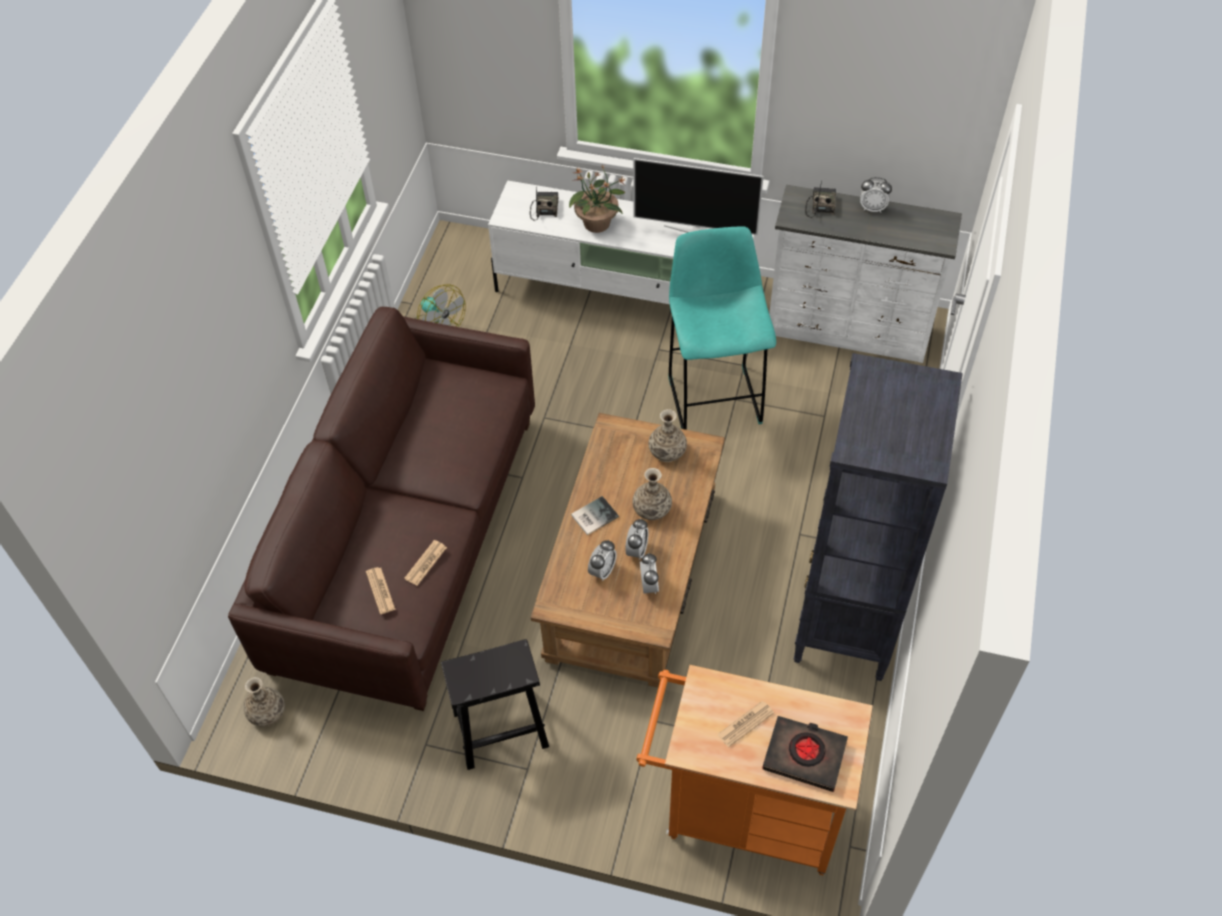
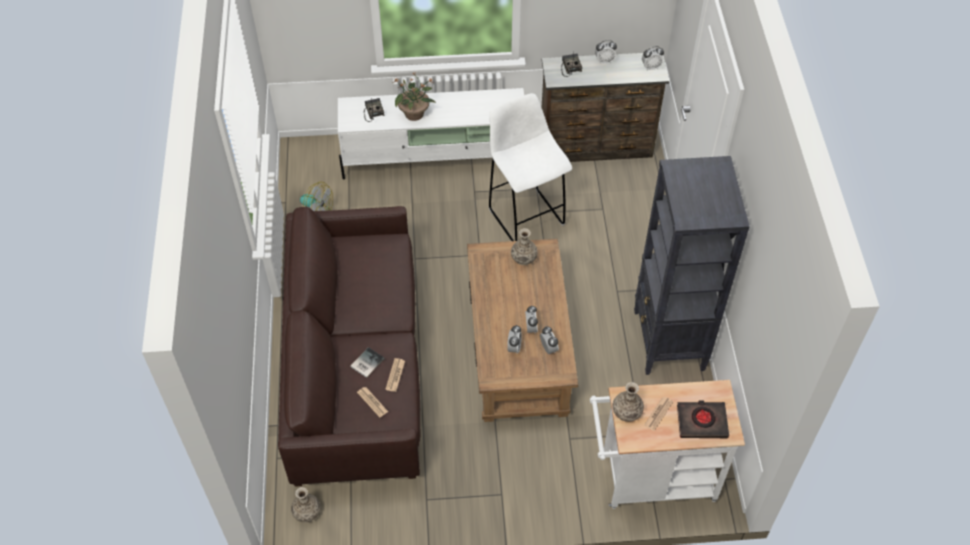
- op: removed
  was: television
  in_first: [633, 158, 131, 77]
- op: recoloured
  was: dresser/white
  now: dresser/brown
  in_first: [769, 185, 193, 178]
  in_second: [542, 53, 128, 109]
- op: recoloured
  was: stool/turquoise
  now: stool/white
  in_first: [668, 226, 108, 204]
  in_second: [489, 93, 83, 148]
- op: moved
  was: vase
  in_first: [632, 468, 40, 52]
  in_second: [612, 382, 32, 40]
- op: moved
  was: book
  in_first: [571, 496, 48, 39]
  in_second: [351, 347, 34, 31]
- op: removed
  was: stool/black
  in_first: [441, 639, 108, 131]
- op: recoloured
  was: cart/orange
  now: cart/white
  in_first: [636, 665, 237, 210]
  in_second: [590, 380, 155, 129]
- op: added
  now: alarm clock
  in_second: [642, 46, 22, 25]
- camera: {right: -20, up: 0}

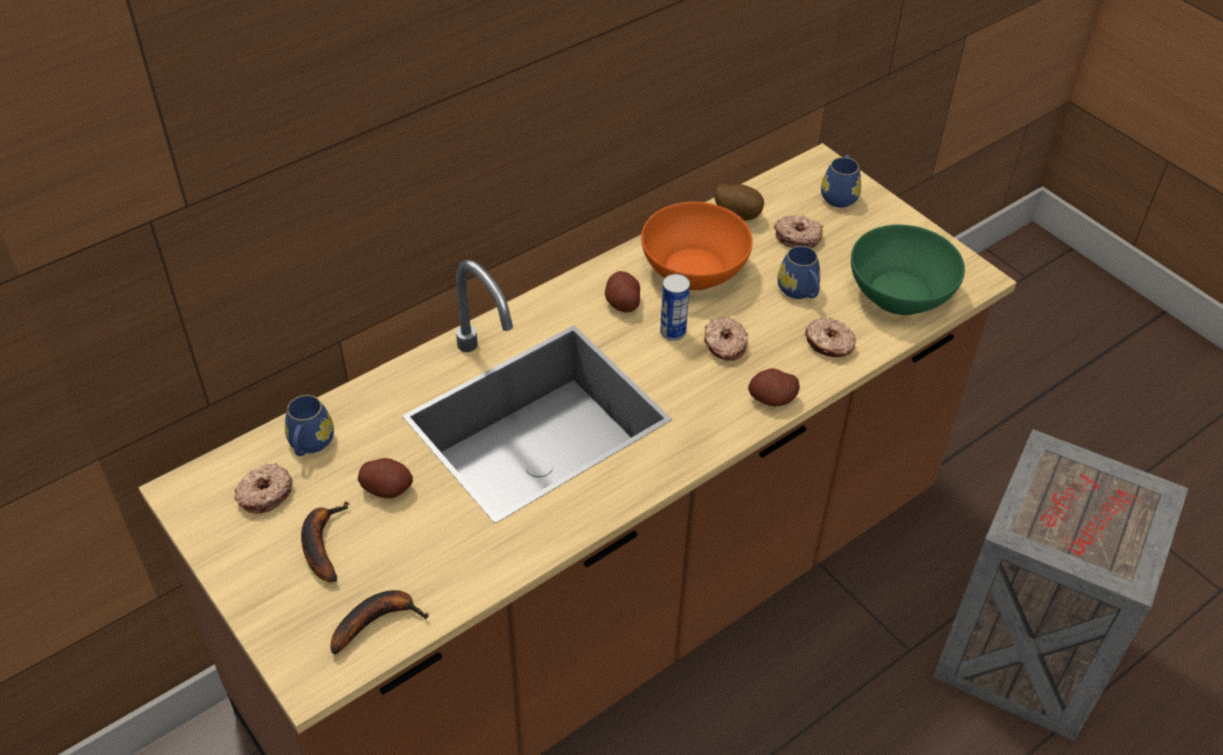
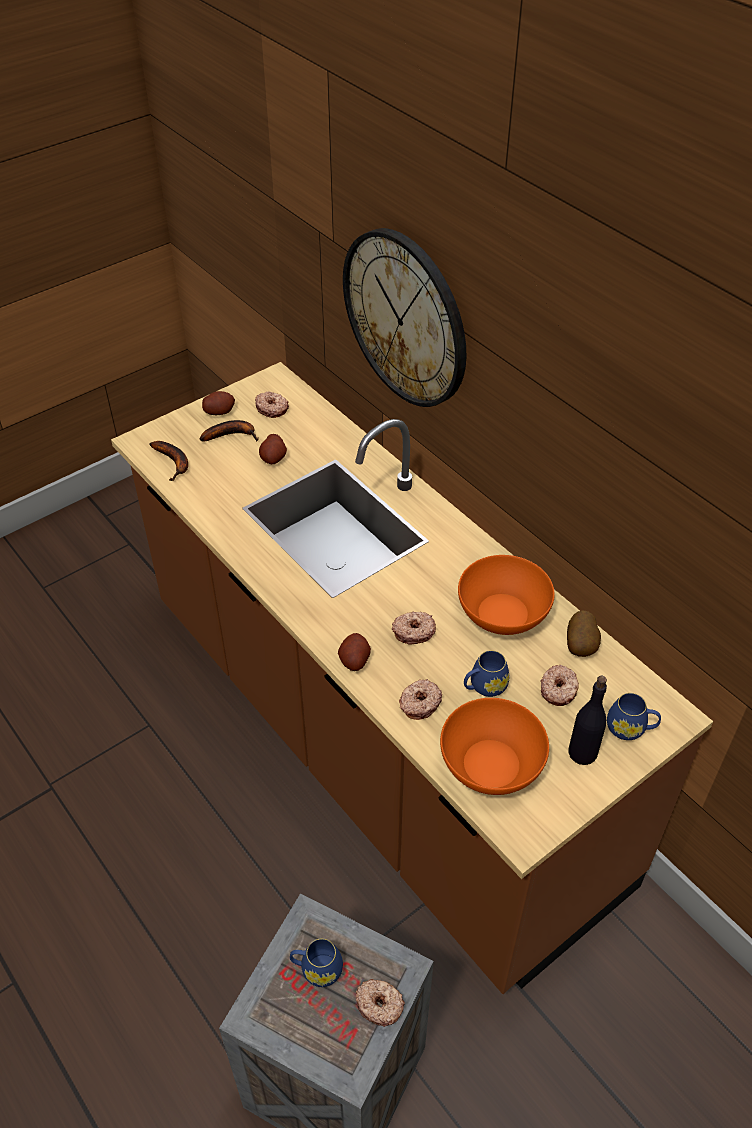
- op: recoloured
  was: bowl/green
  now: bowl/orange
  in_first: [851, 225, 114, 90]
  in_second: [440, 698, 109, 97]
- op: moved
  was: potato
  in_first: [605, 271, 35, 41]
  in_second: [202, 391, 33, 24]
- op: removed
  was: can
  in_first: [660, 274, 30, 67]
- op: moved
  was: mug/blue
  in_first: [285, 395, 49, 61]
  in_second: [290, 939, 53, 48]
- op: added
  now: wall clock
  in_second: [343, 228, 123, 179]
- op: added
  now: bottle/black
  in_second: [568, 676, 39, 89]
- op: added
  now: donut
  in_second: [356, 979, 49, 48]
- camera: {right: 90, up: 0}

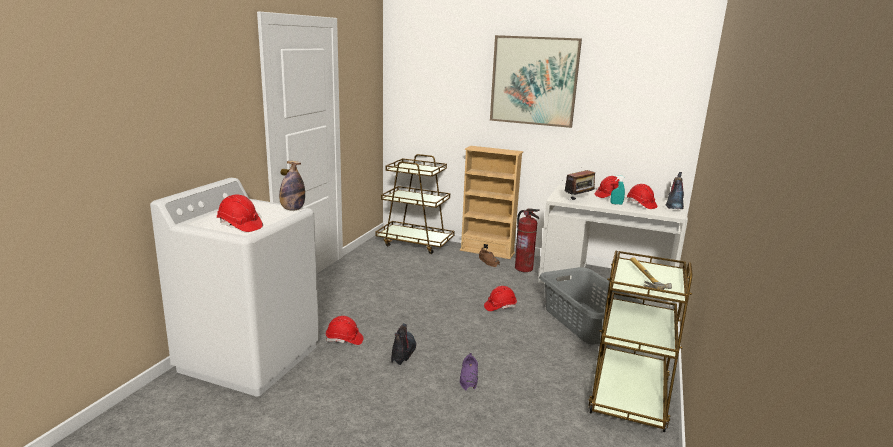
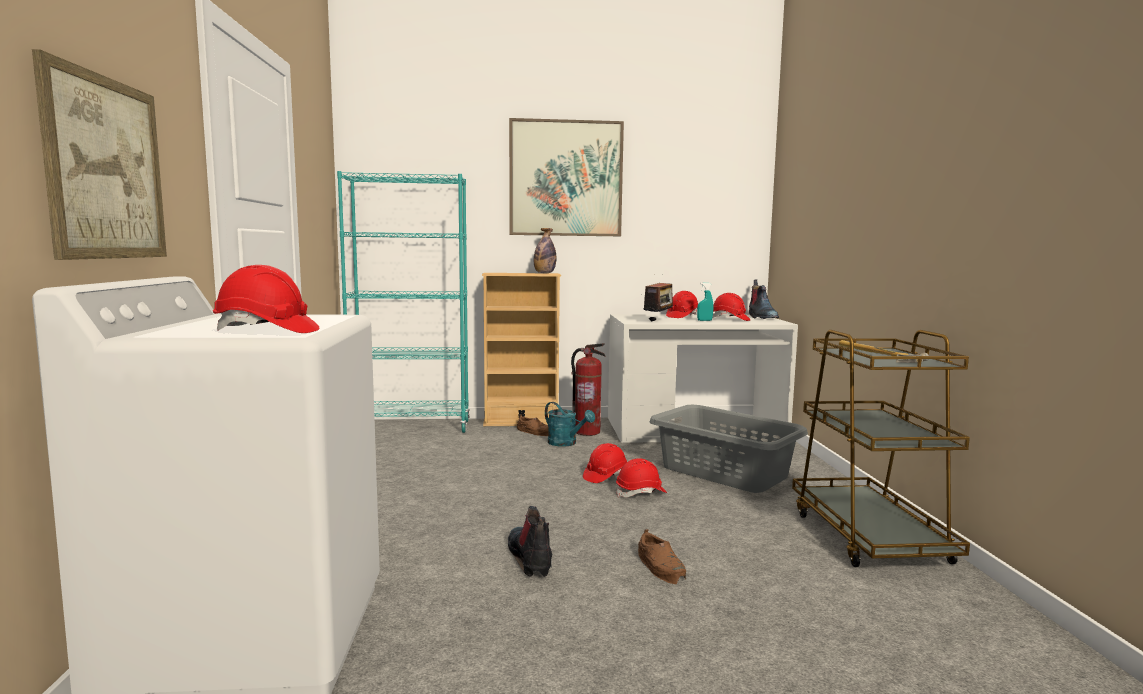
- op: replaced
  was: cart/brown
  now: bookcase/turquoise
  in_first: [375, 154, 80, 100]
  in_second: [337, 171, 133, 262]
- op: moved
  was: bottle
  in_first: [279, 161, 26, 49]
  in_second: [534, 228, 22, 45]
- op: moved
  was: hard hat/red
  in_first: [326, 316, 38, 29]
  in_second: [616, 458, 51, 39]
- op: recoloured
  was: shoe/purple
  now: shoe/brown
  in_first: [460, 353, 18, 37]
  in_second: [638, 529, 48, 55]
- op: added
  now: picture
  in_second: [32, 49, 135, 211]
- op: added
  now: watering can/turquoise
  in_second: [545, 402, 50, 45]
- camera: {right: -25, up: -10}

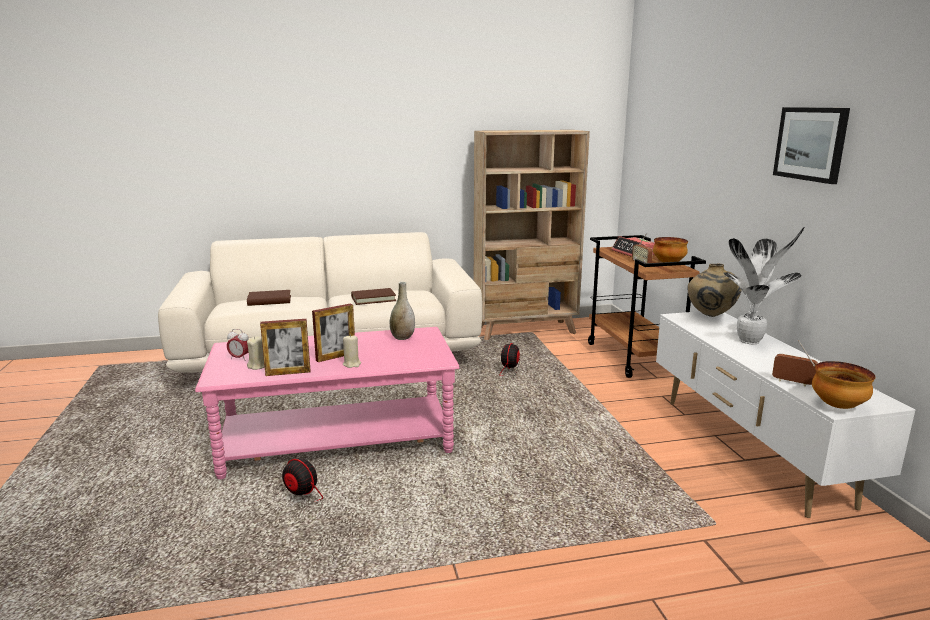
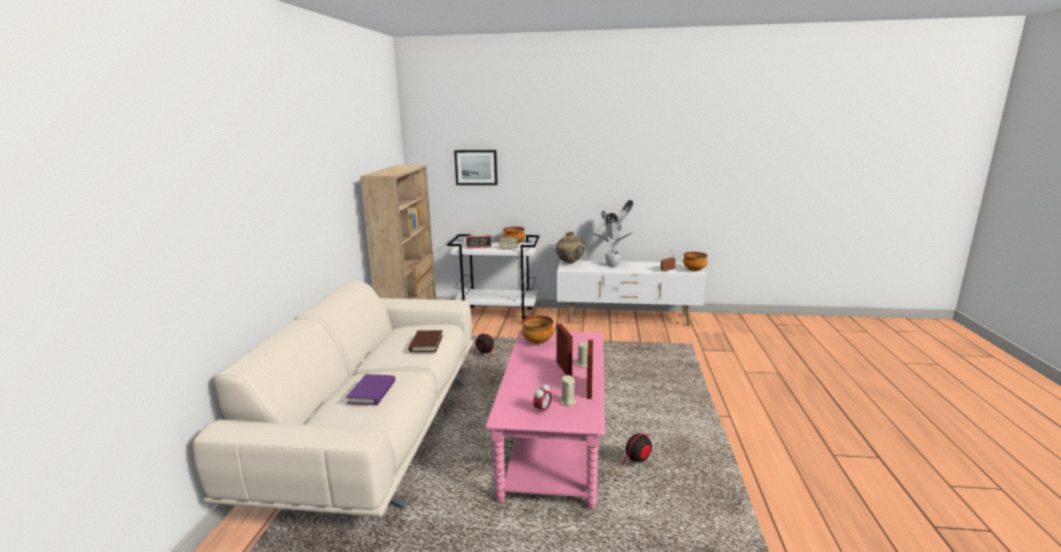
- op: moved
  was: picture
  in_first: [773, 107, 77, 77]
  in_second: [454, 150, 44, 35]
- op: recoloured
  was: cart/brown
  now: cart/white
  in_first: [588, 235, 118, 143]
  in_second: [447, 234, 93, 86]
- op: replaced
  was: vase/grey
  now: bowl
  in_first: [390, 282, 25, 58]
  in_second: [522, 316, 32, 28]
- op: recoloured
  was: book/brown
  now: book/purple
  in_first: [247, 290, 44, 16]
  in_second: [346, 374, 49, 31]
- camera: {right: -70, up: 0}

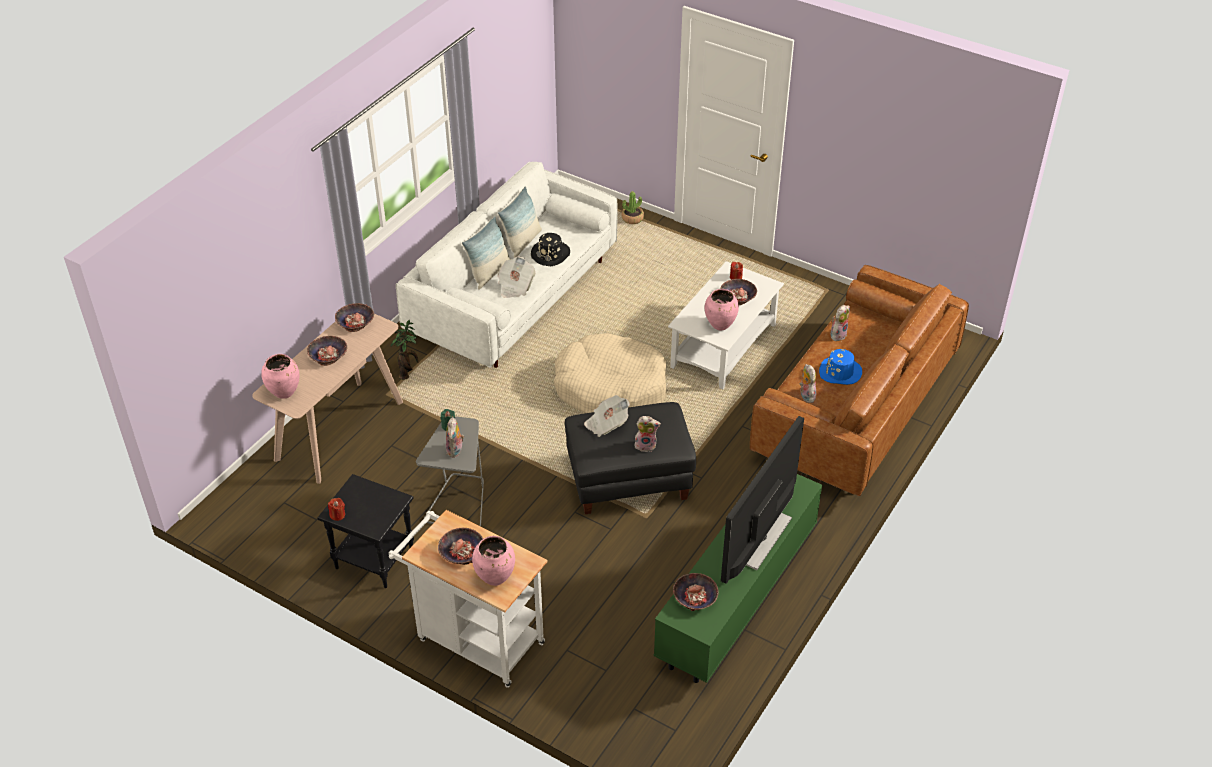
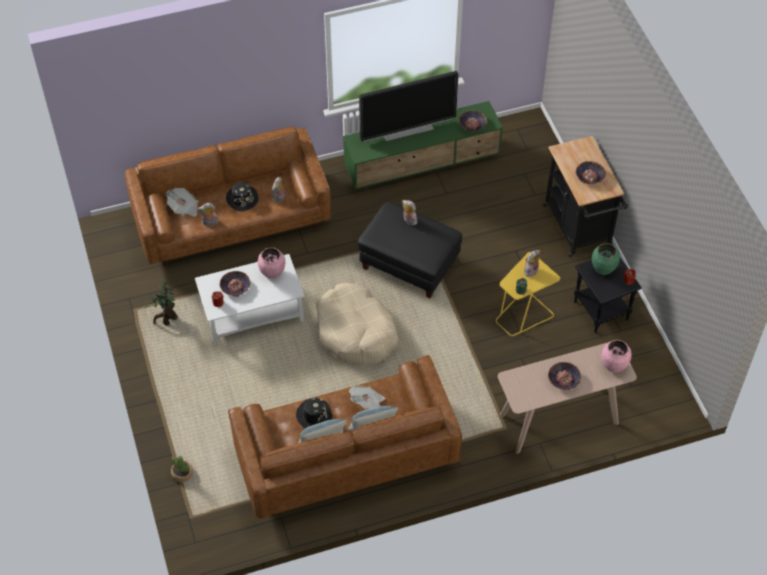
- op: recoloured
  was: sofa/white
  now: sofa/brown
  in_first: [396, 162, 222, 206]
  in_second: [228, 355, 234, 165]
- op: removed
  was: bowl
  in_first: [335, 303, 39, 29]
- op: moved
  was: potted plant
  in_first: [390, 320, 29, 60]
  in_second: [145, 280, 33, 46]
- op: recoloured
  was: hat/blue
  now: hat/black
  in_first: [819, 349, 43, 36]
  in_second: [226, 182, 33, 29]
- op: moved
  was: newspaper
  in_first: [584, 395, 46, 42]
  in_second: [166, 188, 32, 29]
- op: recoloured
  was: side table/grey
  now: side table/yellow
  in_first: [416, 416, 68, 111]
  in_second: [496, 252, 64, 84]
- op: recoloured
  was: cart/white
  now: cart/black
  in_first: [389, 510, 159, 178]
  in_second: [543, 136, 85, 121]
- op: removed
  was: vase/pink
  in_first: [472, 536, 43, 50]
- op: added
  now: vase/green
  in_second: [592, 243, 28, 32]
- camera: {right: -140, up: 10}

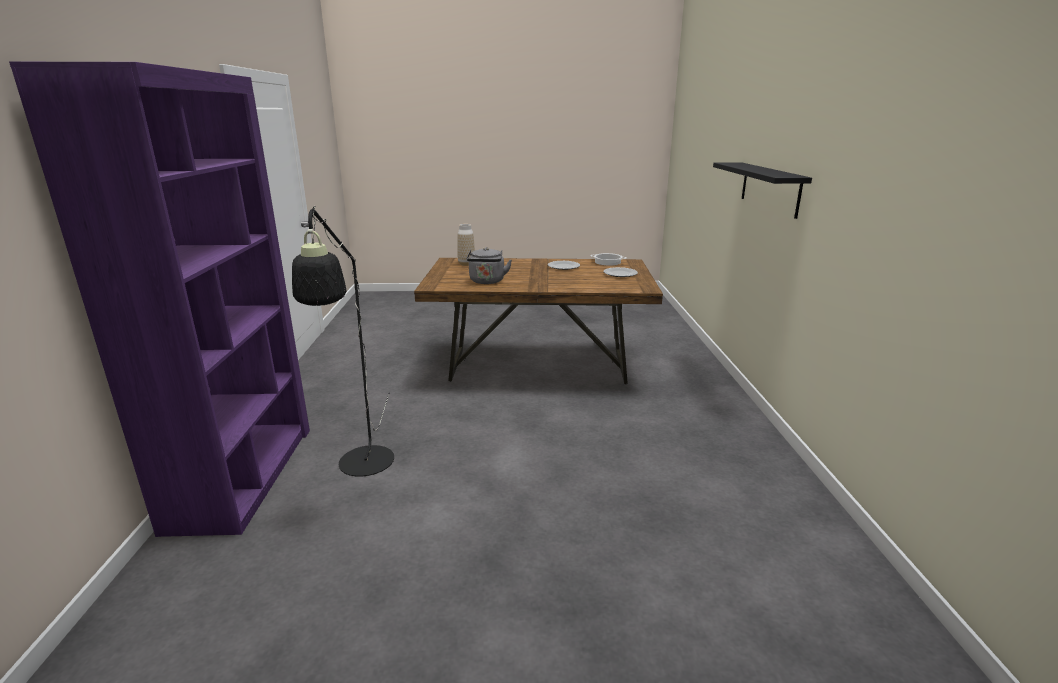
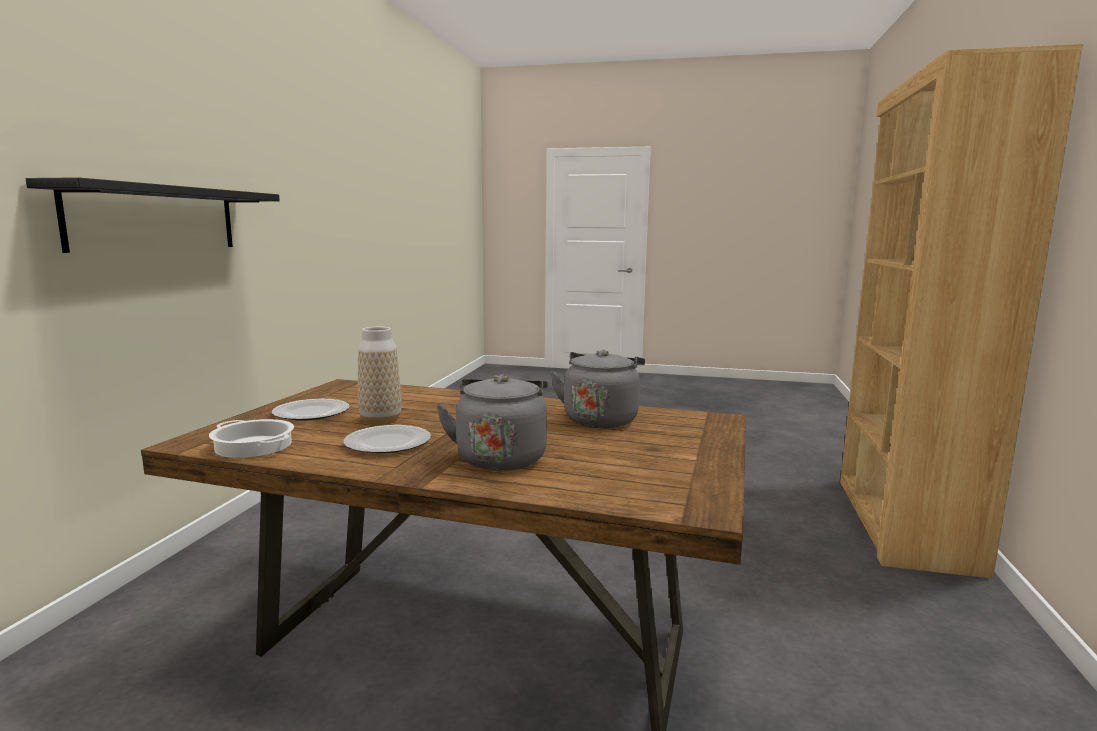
- op: recoloured
  was: bookcase/purple
  now: bookcase/brown
  in_first: [9, 62, 301, 475]
  in_second: [840, 44, 243, 535]
- op: removed
  was: floor lamp/black
  in_first: [292, 206, 102, 271]
- op: moved
  was: vase
  in_first: [457, 224, 18, 42]
  in_second: [358, 327, 44, 98]
- op: added
  now: kettle/grey
  in_second: [436, 374, 112, 97]
- camera: {right: -165, up: -10}

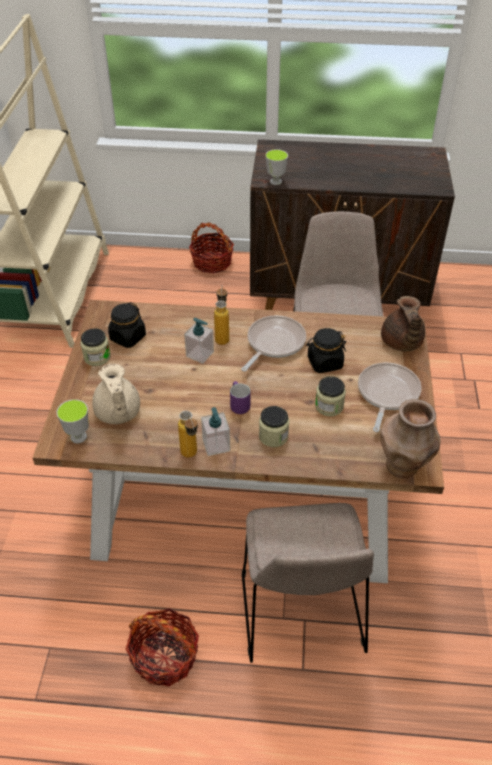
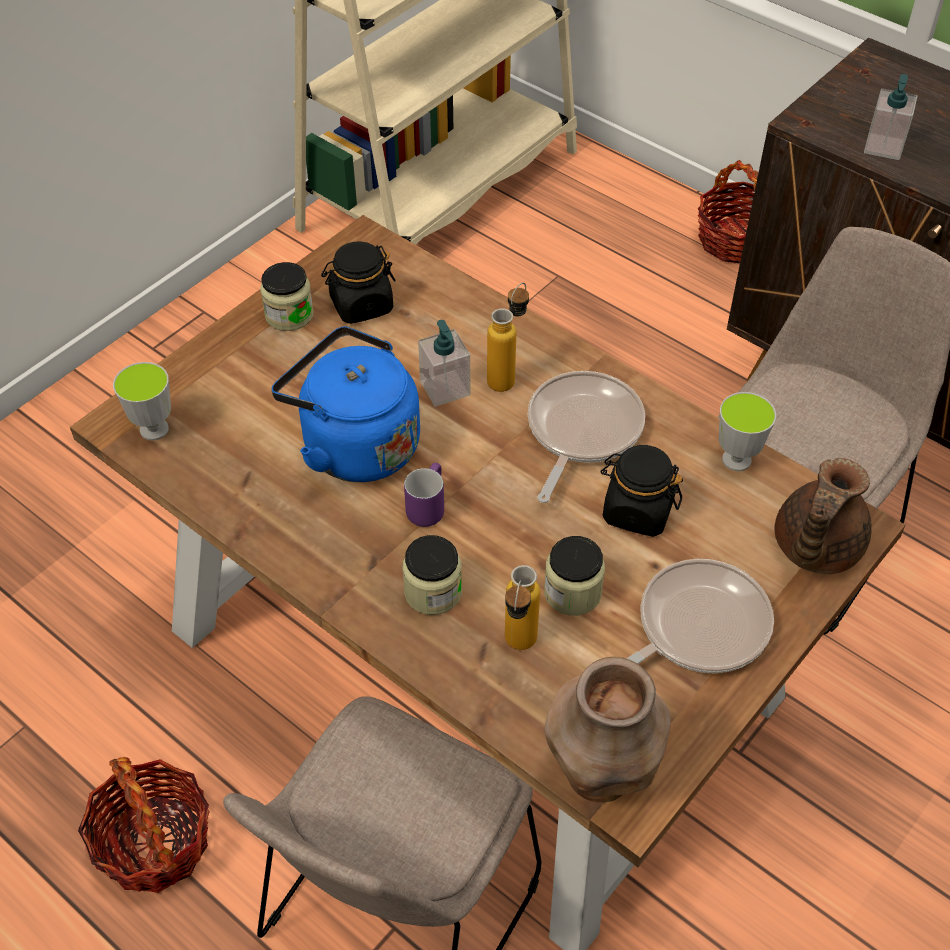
- op: moved
  was: cup
  in_first: [265, 149, 23, 36]
  in_second: [719, 392, 57, 79]
- op: turned
  was: frying pan
  in_first: [241, 315, 65, 57]
  in_second: [528, 371, 117, 132]
  clockwise: -45
- op: removed
  was: teapot/beige
  in_first: [92, 364, 48, 60]
- op: moved
  was: soap dispenser
  in_first: [201, 407, 29, 49]
  in_second: [864, 74, 53, 86]
- op: moved
  was: bottle
  in_first: [178, 411, 20, 47]
  in_second: [505, 565, 35, 85]
- op: added
  now: kettle/blue
  in_second: [271, 326, 149, 156]
- camera: {right: 35, up: 5}

